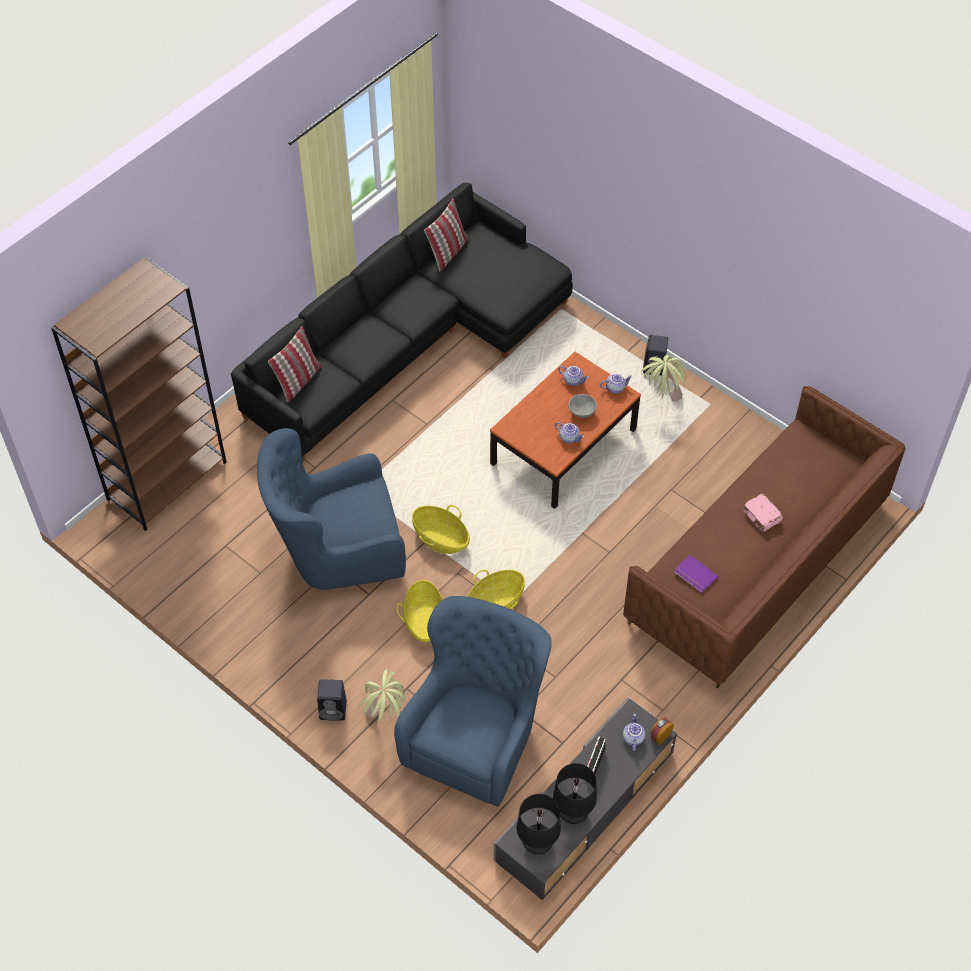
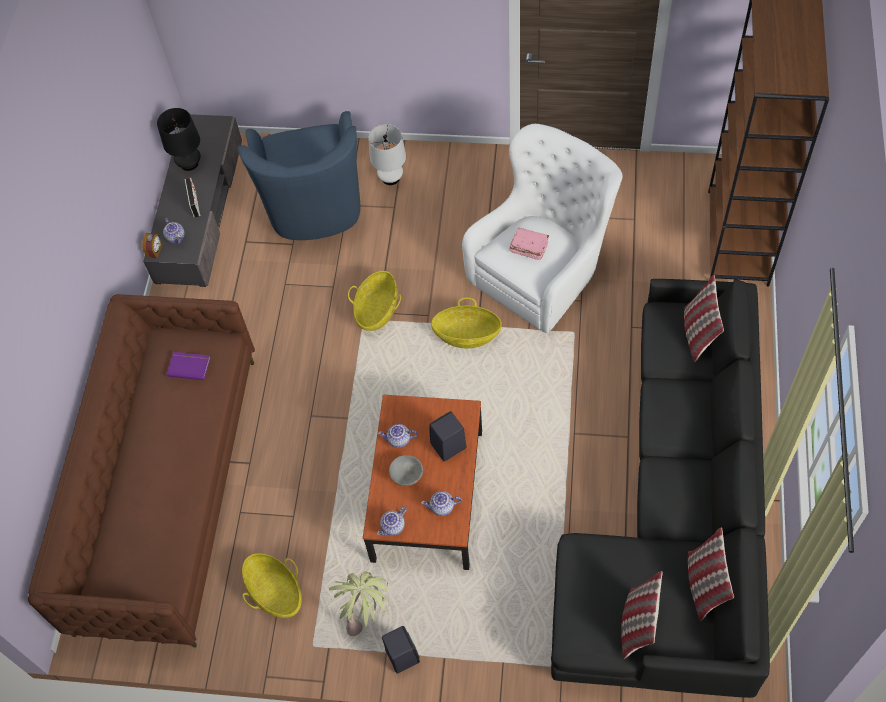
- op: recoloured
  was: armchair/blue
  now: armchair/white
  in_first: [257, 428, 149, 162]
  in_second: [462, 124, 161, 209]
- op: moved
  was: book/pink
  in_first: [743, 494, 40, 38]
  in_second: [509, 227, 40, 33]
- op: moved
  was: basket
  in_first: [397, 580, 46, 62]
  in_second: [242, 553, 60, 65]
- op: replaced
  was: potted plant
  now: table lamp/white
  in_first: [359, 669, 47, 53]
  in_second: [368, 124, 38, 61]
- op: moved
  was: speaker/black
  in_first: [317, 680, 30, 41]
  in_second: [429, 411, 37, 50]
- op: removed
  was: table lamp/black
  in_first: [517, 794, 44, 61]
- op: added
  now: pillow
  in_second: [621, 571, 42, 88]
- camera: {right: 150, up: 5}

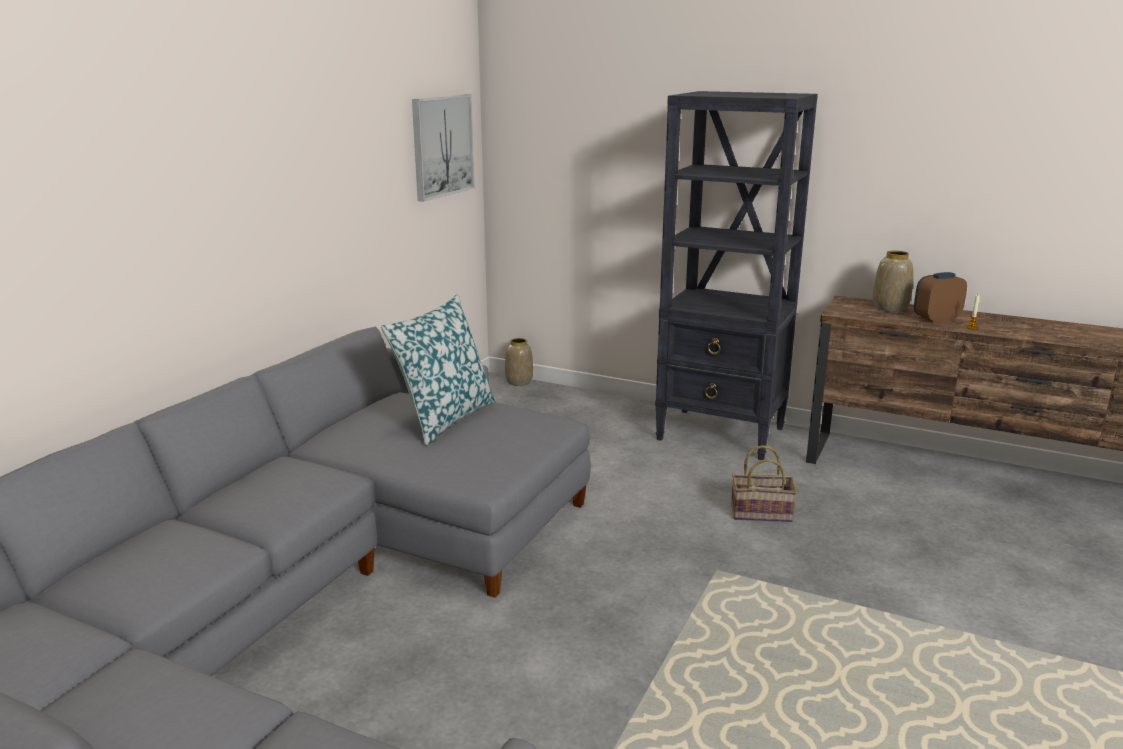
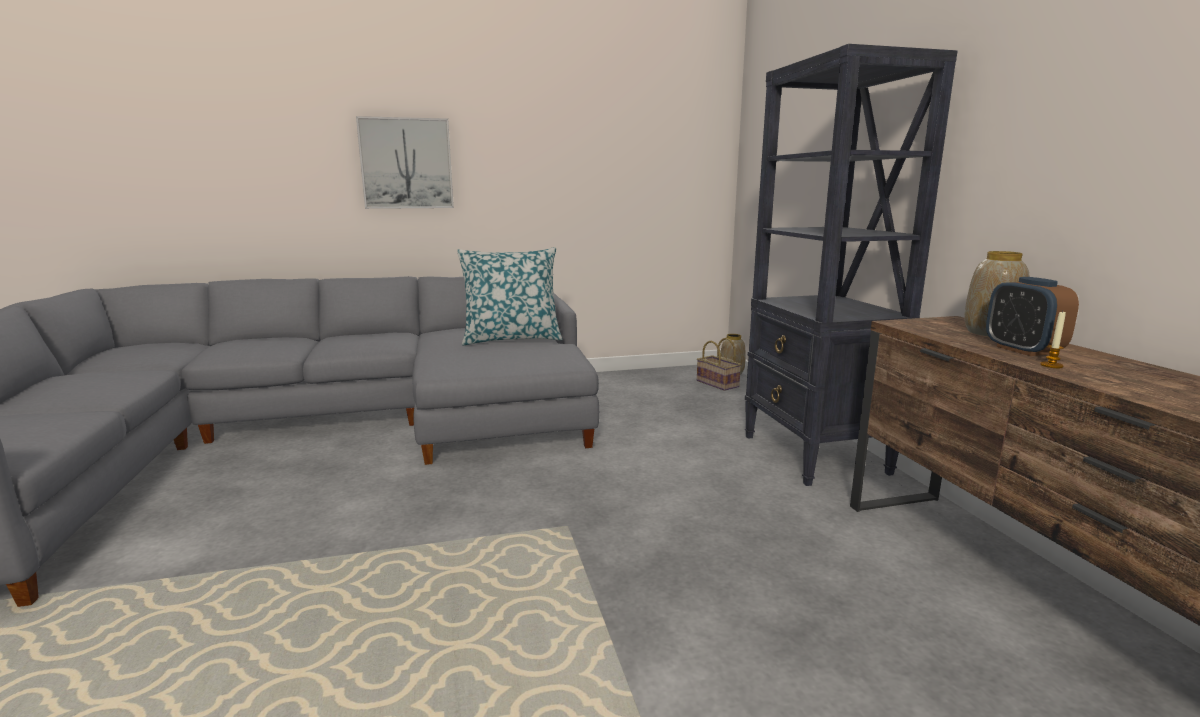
- op: moved
  was: picture
  in_first: [412, 94, 63, 108]
  in_second: [356, 116, 98, 93]
- op: turned
  was: alarm clock
  in_first: [914, 272, 53, 51]
  in_second: [986, 277, 93, 79]
  clockwise: -135
- op: moved
  was: basket
  in_first: [731, 445, 67, 77]
  in_second: [697, 338, 45, 53]
- camera: {right: 50, up: -5}

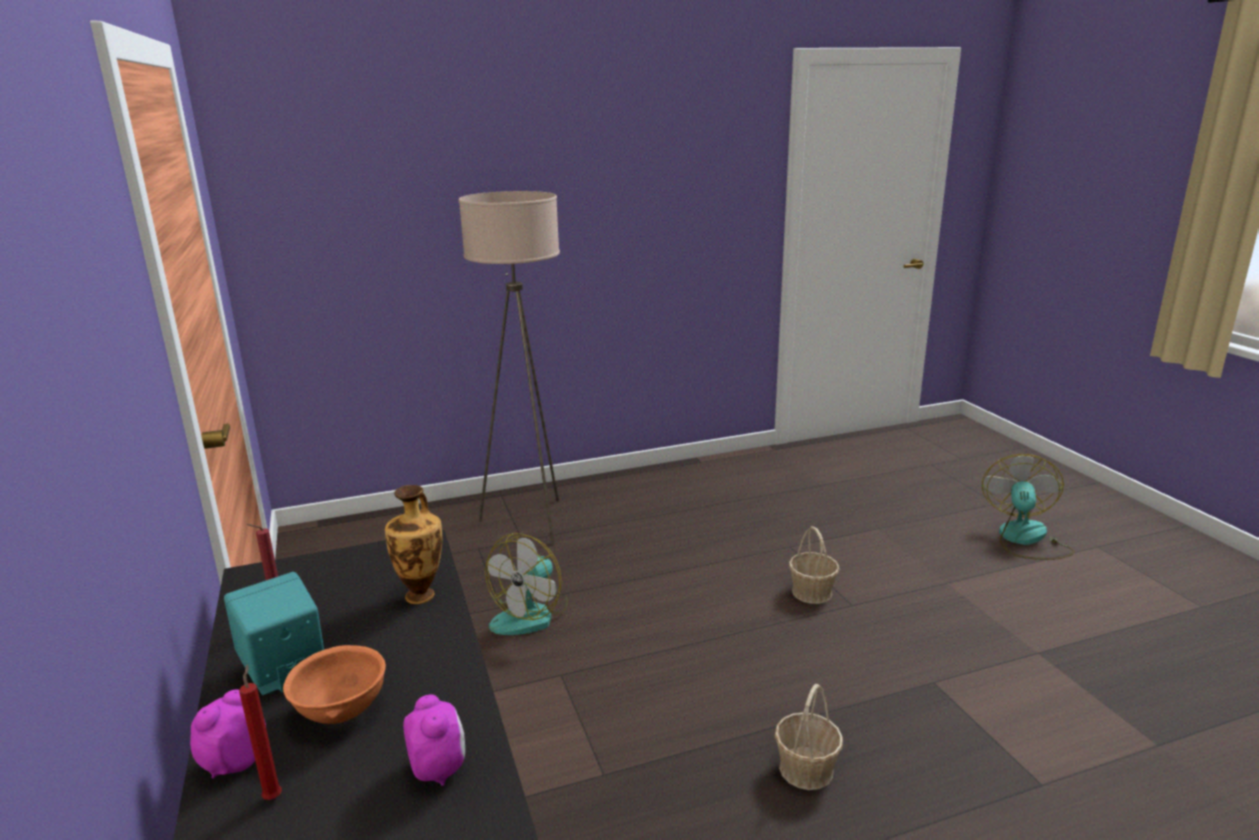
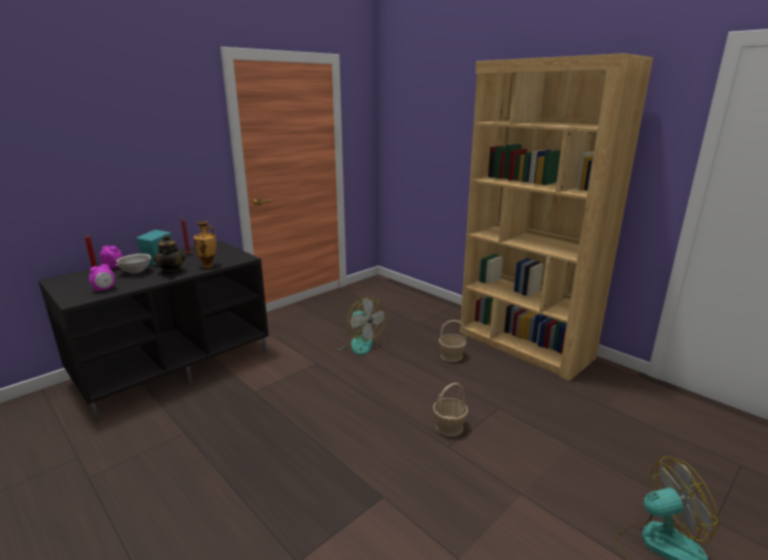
- op: removed
  was: floor lamp/beige
  in_first: [459, 191, 101, 353]
- op: turned
  was: fan
  in_first: [485, 533, 83, 102]
  in_second: [331, 297, 55, 58]
  clockwise: -135
- op: recoloured
  was: bowl/orange
  now: bowl/grey
  in_first: [283, 645, 103, 79]
  in_second: [115, 254, 37, 19]
- op: moved
  was: basket
  in_first: [775, 684, 68, 106]
  in_second: [439, 320, 28, 42]
- op: added
  now: bookcase/brown
  in_second: [460, 53, 193, 328]
- op: added
  now: teapot
  in_second: [153, 234, 32, 41]
- camera: {right: 65, up: 0}

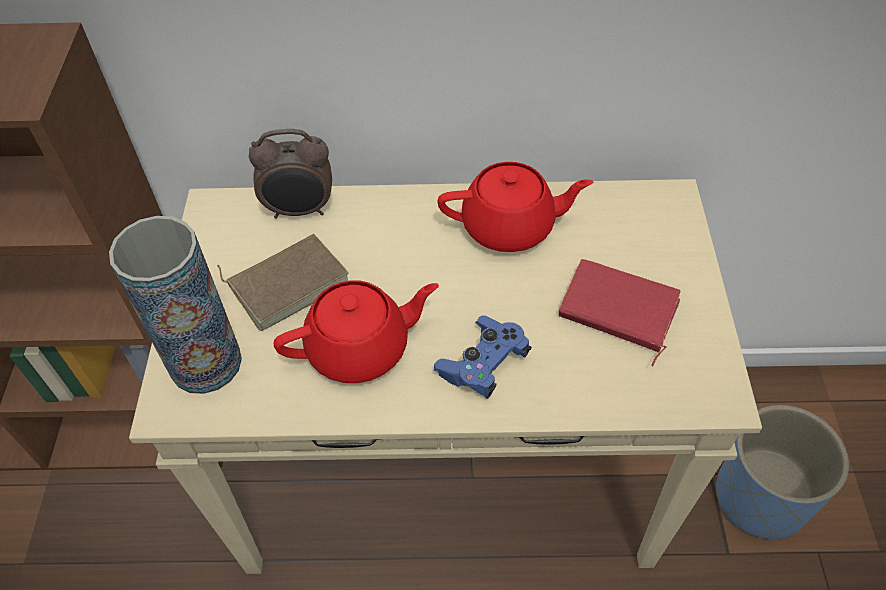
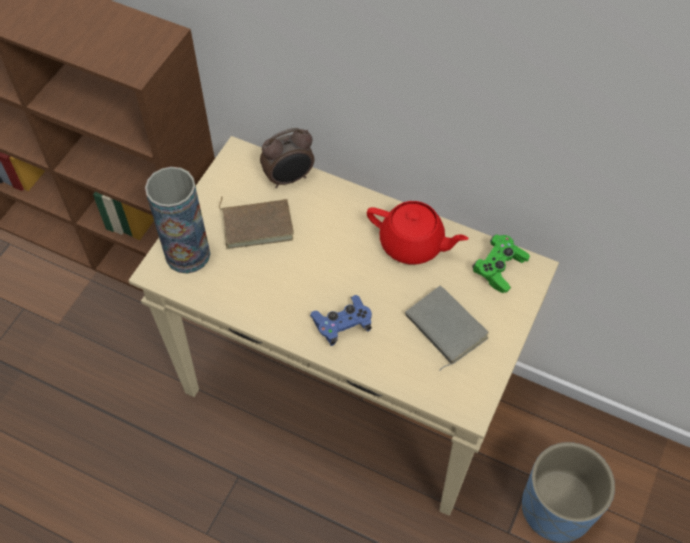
- op: turned
  was: alarm clock
  in_first: [249, 129, 83, 90]
  in_second: [260, 128, 54, 60]
  clockwise: -45
- op: recoloured
  was: book/red
  now: book/grey
  in_first: [558, 259, 123, 107]
  in_second: [405, 286, 84, 85]
- op: removed
  was: teapot/red
  in_first: [274, 280, 165, 103]
- op: added
  now: game controller/green
  in_second: [472, 235, 58, 58]
- camera: {right: 25, up: 5}

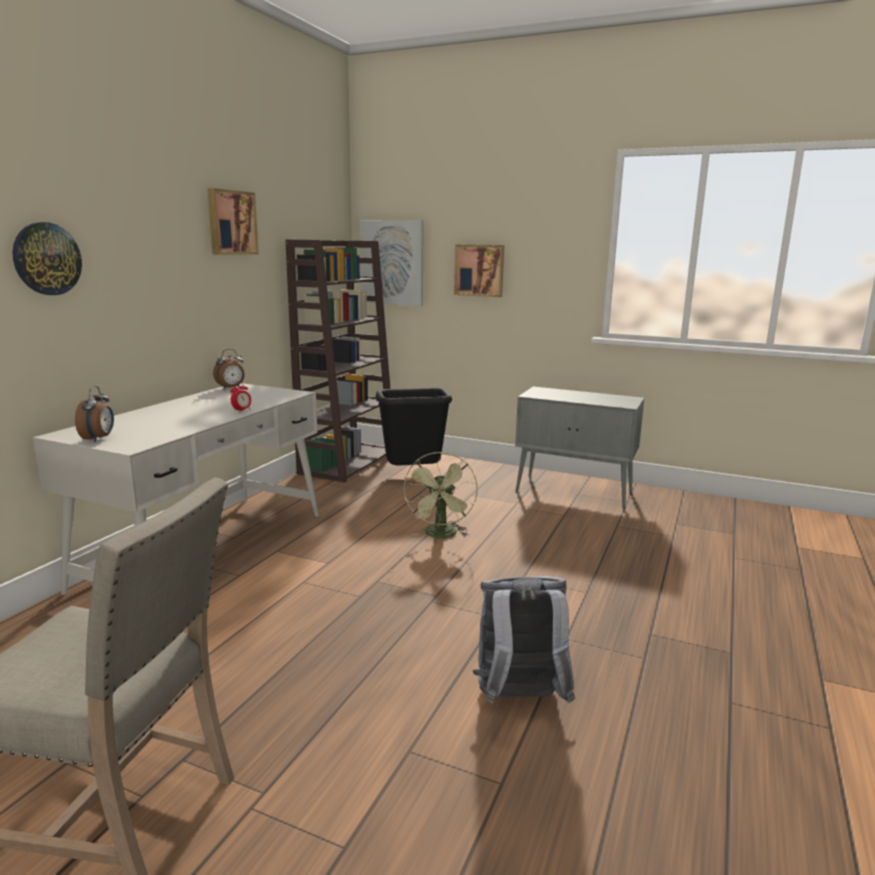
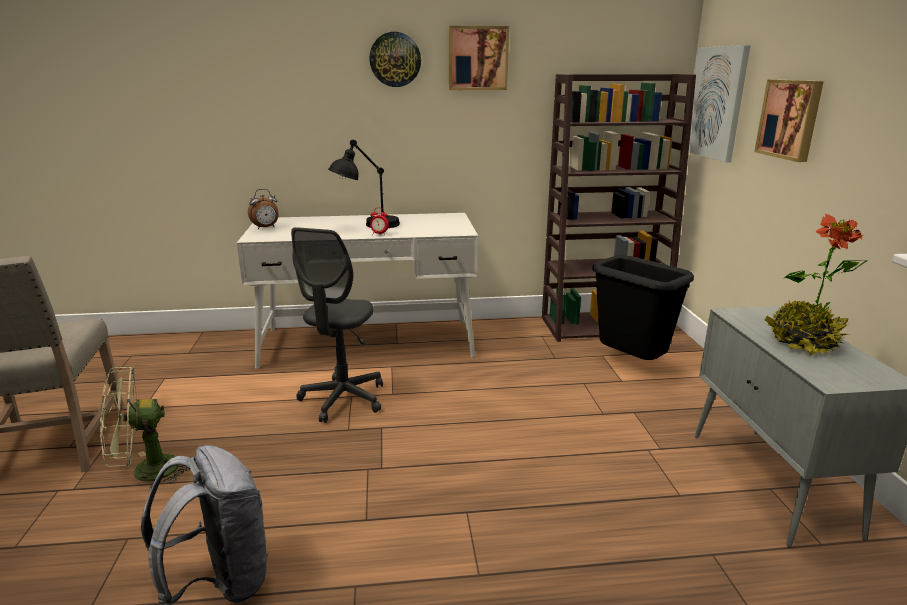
- op: moved
  was: wall clock
  in_first: [13, 222, 69, 73]
  in_second: [369, 32, 52, 55]
- op: removed
  was: alarm clock
  in_first: [213, 349, 32, 40]
- op: moved
  was: fan/green
  in_first: [404, 452, 74, 86]
  in_second: [100, 366, 90, 125]
- op: added
  now: table lamp/black
  in_second: [329, 140, 71, 88]
- op: added
  now: potted plant
  in_second: [765, 213, 103, 143]
- op: added
  now: office chair/grey
  in_second: [291, 227, 92, 196]
- camera: {right: 60, up: 5}

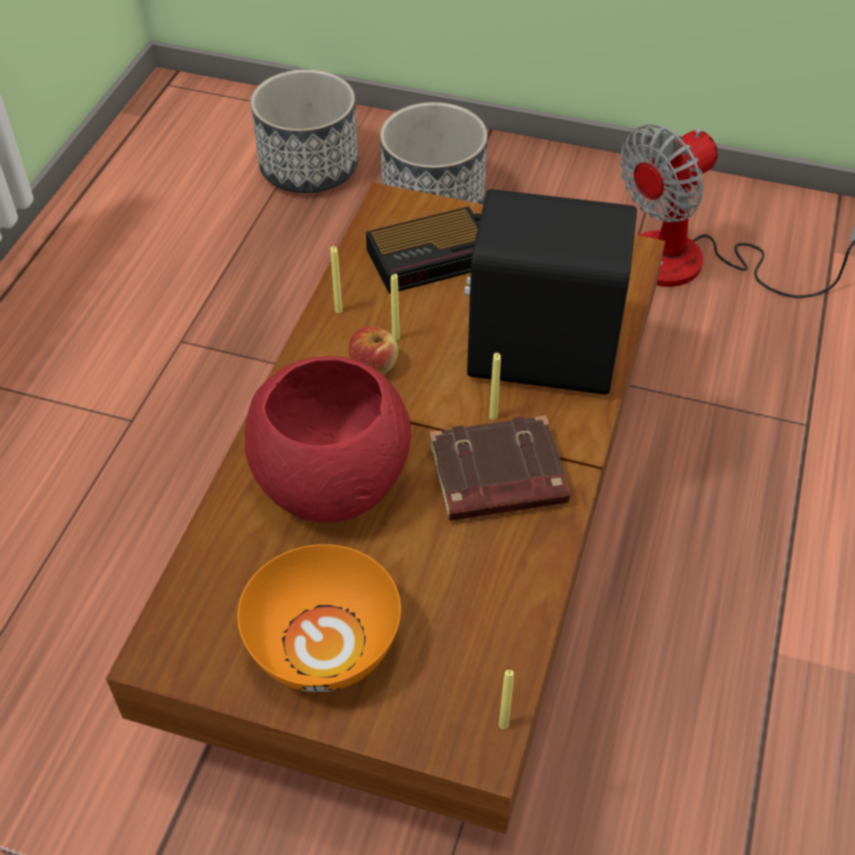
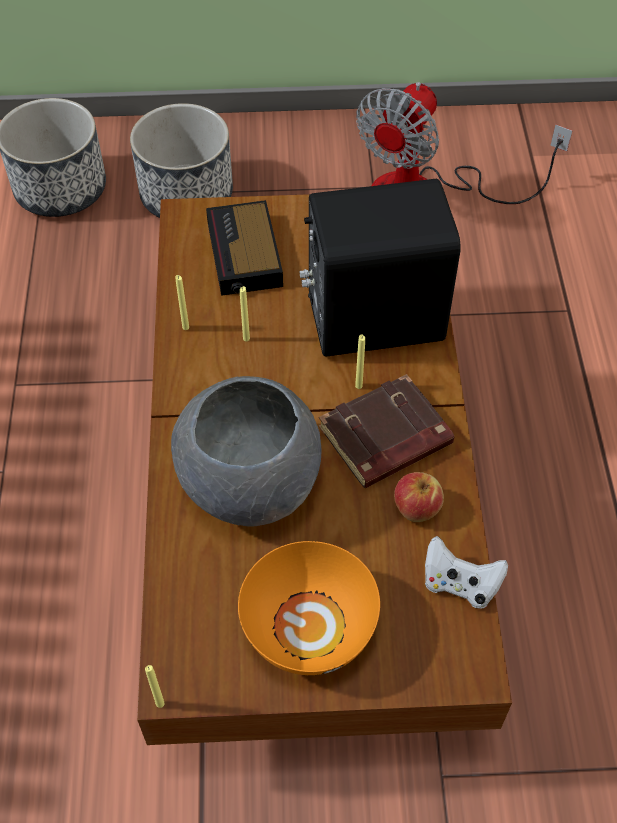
- op: turned
  was: alarm clock
  in_first: [366, 206, 113, 88]
  in_second: [206, 200, 77, 96]
  clockwise: 120
- op: moved
  was: apple
  in_first: [349, 326, 49, 49]
  in_second: [394, 472, 50, 50]
- op: recoloured
  was: bowl/red
  now: bowl/grey
  in_first: [245, 356, 166, 166]
  in_second: [171, 376, 151, 151]
- op: moved
  was: candle/yellow
  in_first: [499, 670, 15, 59]
  in_second: [145, 665, 20, 43]
- op: added
  now: game controller/white
  in_second: [425, 536, 83, 73]
- camera: {right: -20, up: 5}

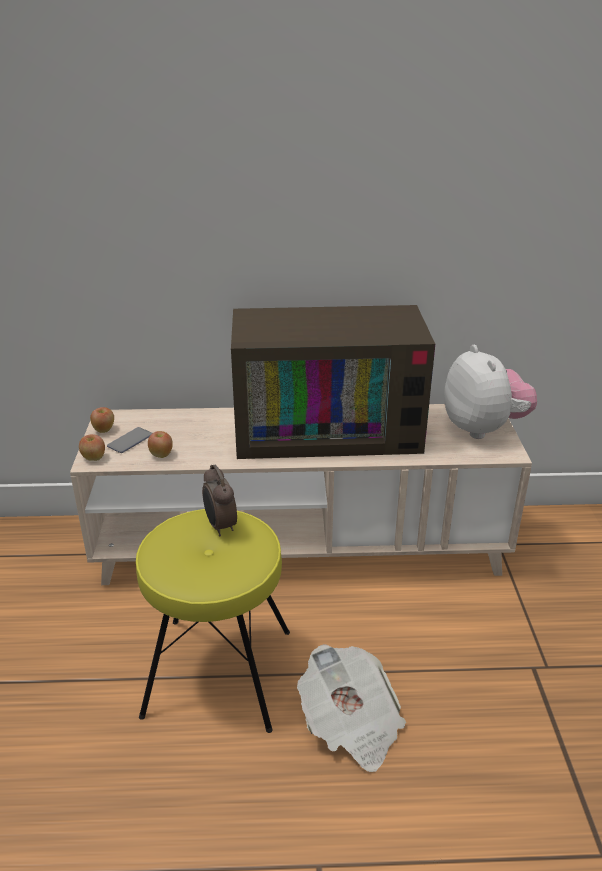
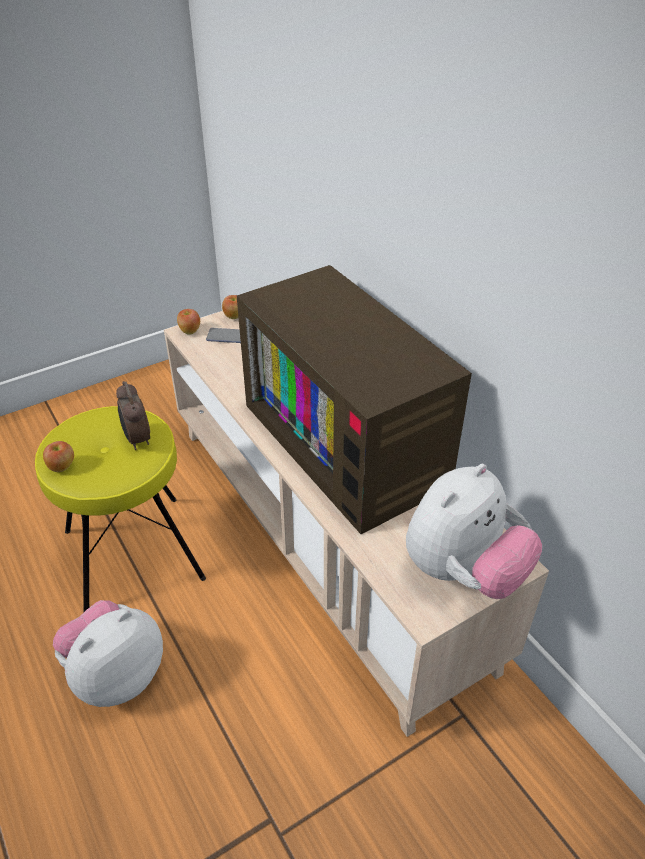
- op: moved
  was: apple
  in_first: [148, 431, 25, 27]
  in_second: [43, 441, 31, 31]
- op: turned
  was: alarm clock
  in_first: [202, 465, 35, 71]
  in_second: [116, 381, 34, 69]
  clockwise: -60
- op: replaced
  was: newspaper
  now: plush toy
  in_first: [297, 644, 109, 128]
  in_second: [53, 600, 110, 107]
- camera: {right: 60, up: 10}

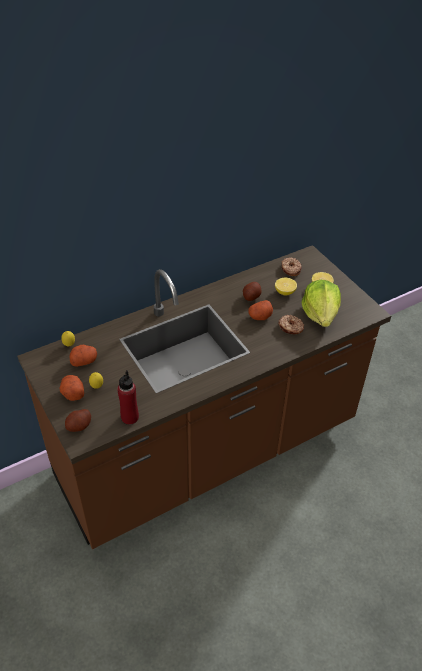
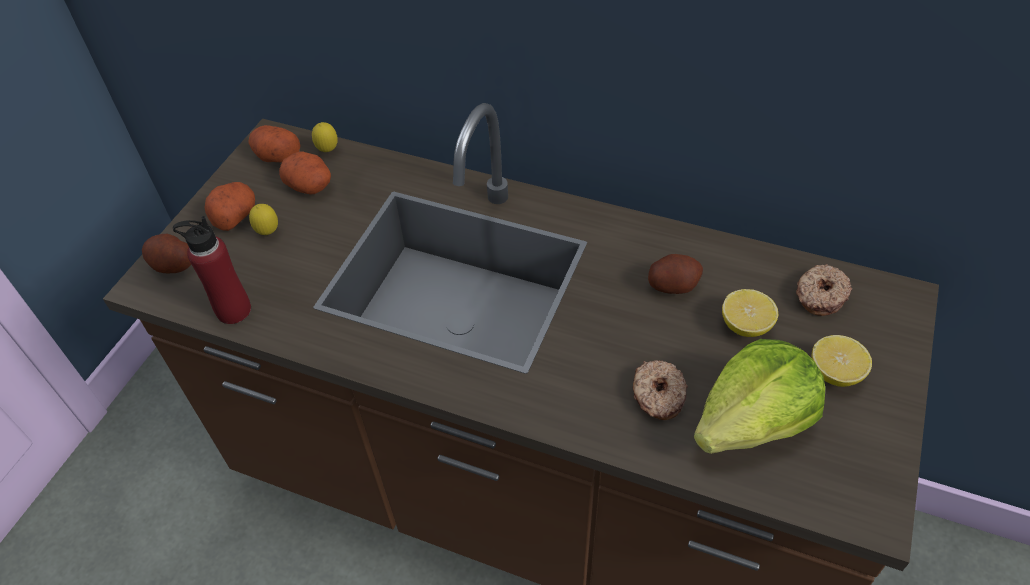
- op: moved
  was: potato
  in_first: [248, 300, 25, 20]
  in_second: [248, 125, 53, 38]
- camera: {right: 55, up: 5}

